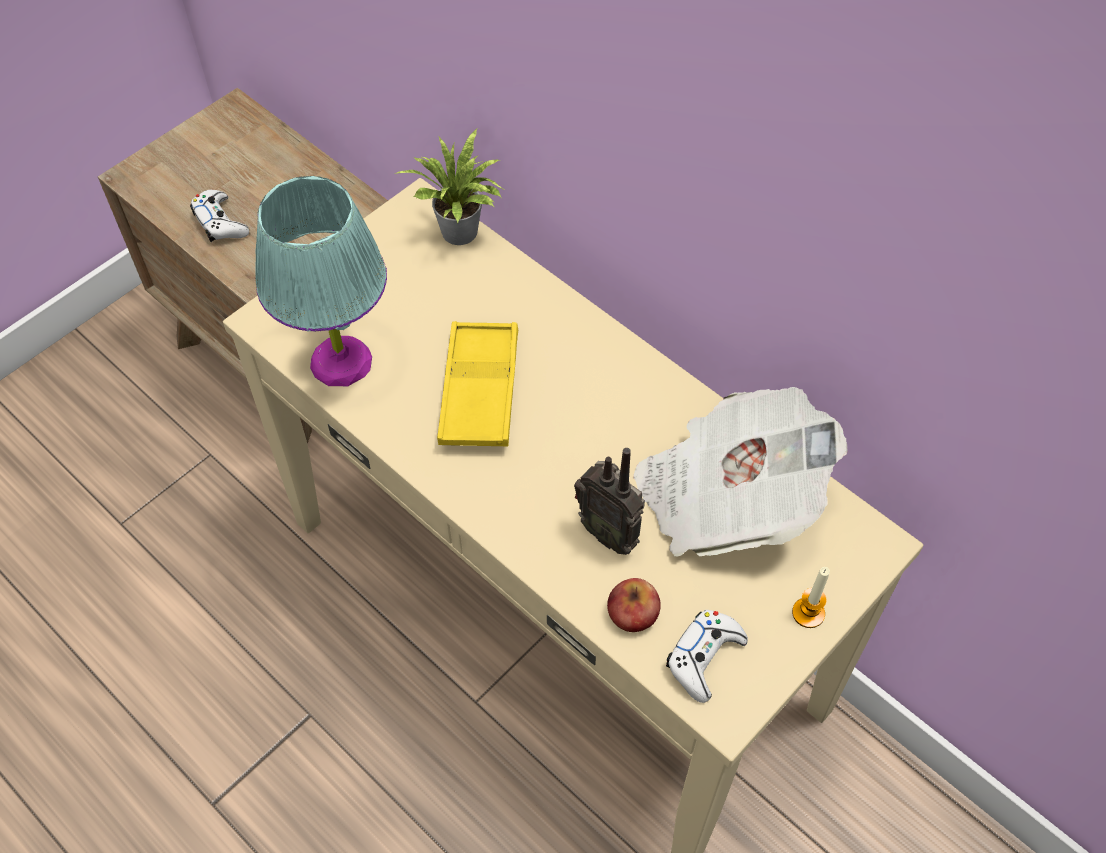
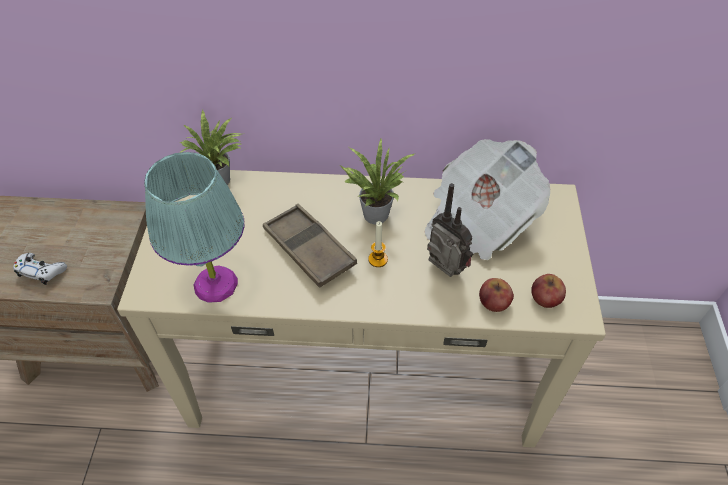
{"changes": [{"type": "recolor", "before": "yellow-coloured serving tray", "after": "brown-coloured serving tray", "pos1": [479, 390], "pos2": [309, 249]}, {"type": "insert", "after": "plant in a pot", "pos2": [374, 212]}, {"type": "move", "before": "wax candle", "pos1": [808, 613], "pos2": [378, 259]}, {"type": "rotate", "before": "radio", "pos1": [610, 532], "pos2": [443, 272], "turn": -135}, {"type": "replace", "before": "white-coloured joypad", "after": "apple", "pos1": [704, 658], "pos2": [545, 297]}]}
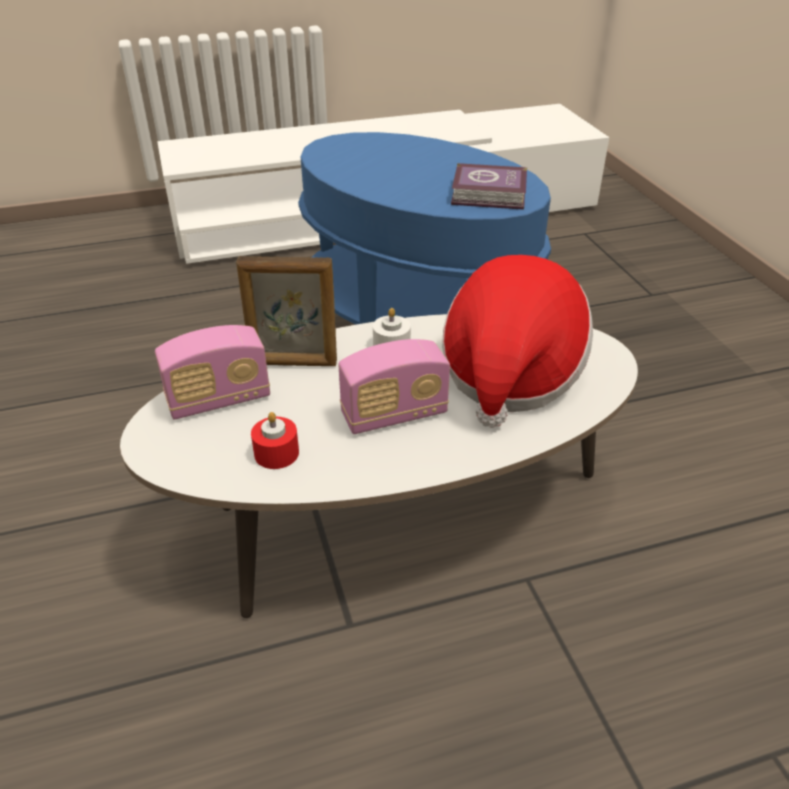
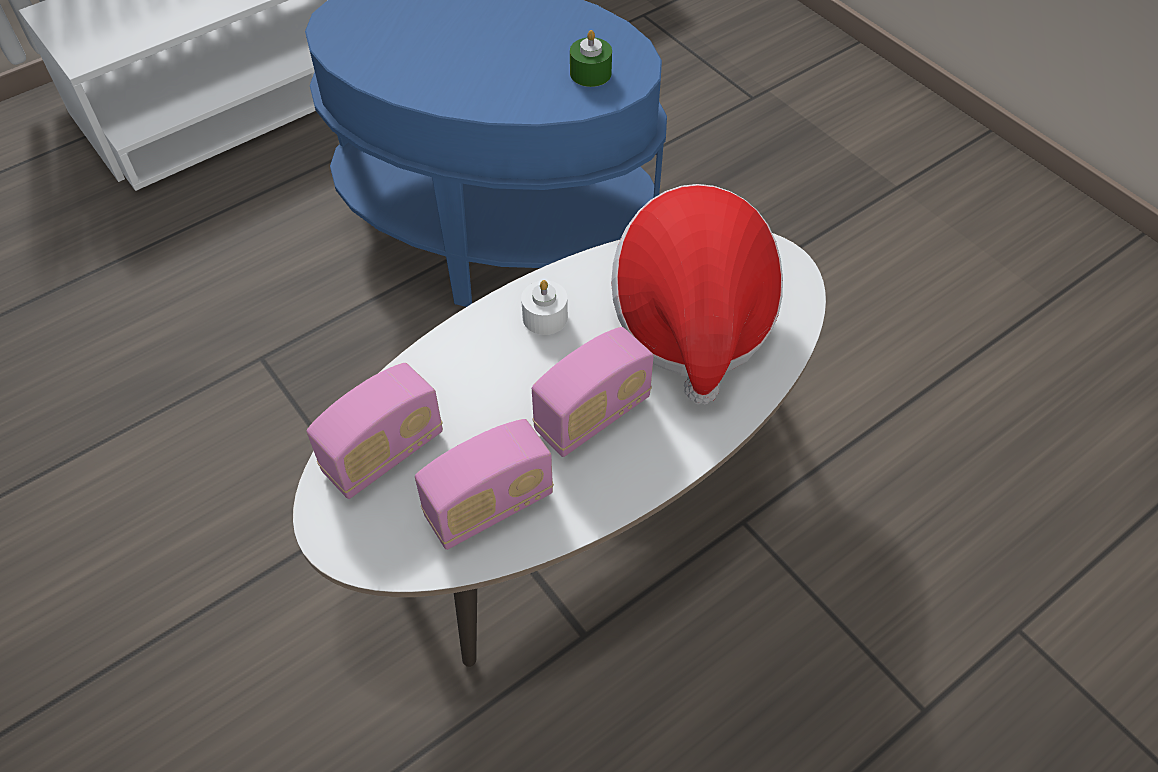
{"changes": [{"type": "replace", "before": "red wax candle", "after": "radio", "pos1": [276, 453], "pos2": [489, 506]}, {"type": "replace", "before": "book", "after": "greenish wax candle", "pos1": [490, 195], "pos2": [590, 73]}, {"type": "delete", "before": "picture frame", "pos1": [294, 363]}]}
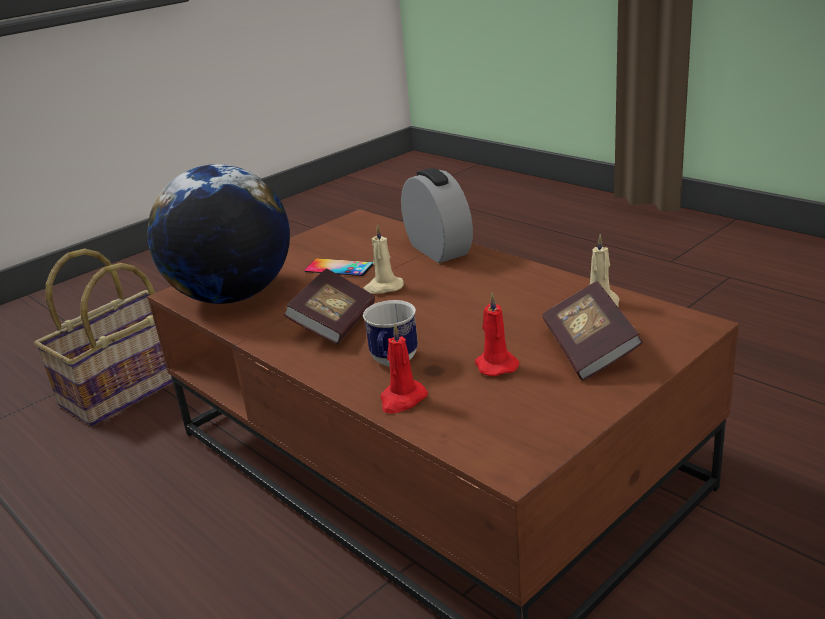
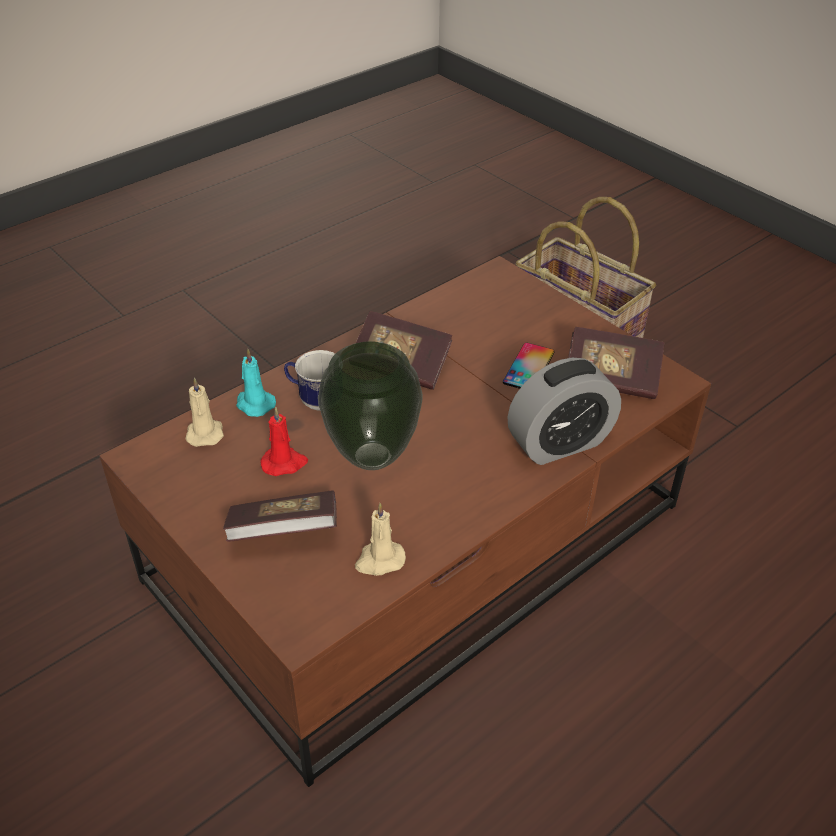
{"changes": [{"type": "move", "before": "sand-coloured wax candle", "pos1": [383, 287], "pos2": [205, 432]}, {"type": "recolor", "before": "red wax candle", "after": "turquoise-coloured wax candle", "pos1": [402, 399], "pos2": [254, 404]}, {"type": "insert", "after": "vase", "pos2": [371, 455]}, {"type": "insert", "after": "book", "pos2": [611, 379]}, {"type": "delete", "before": "world globe", "pos1": [232, 296]}]}
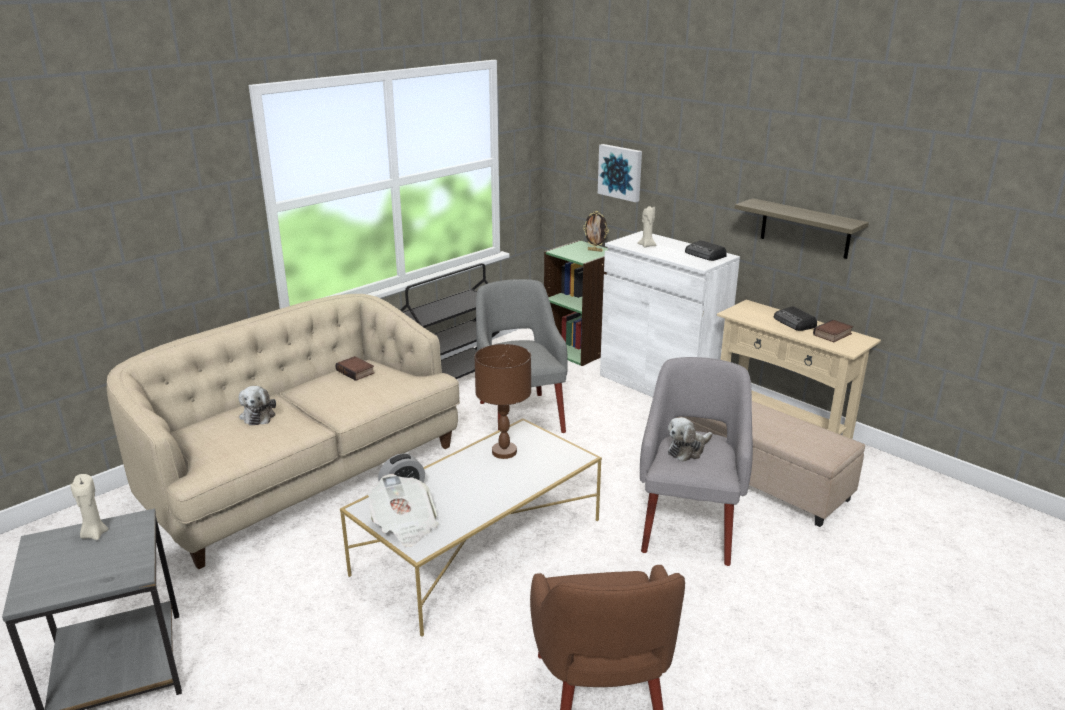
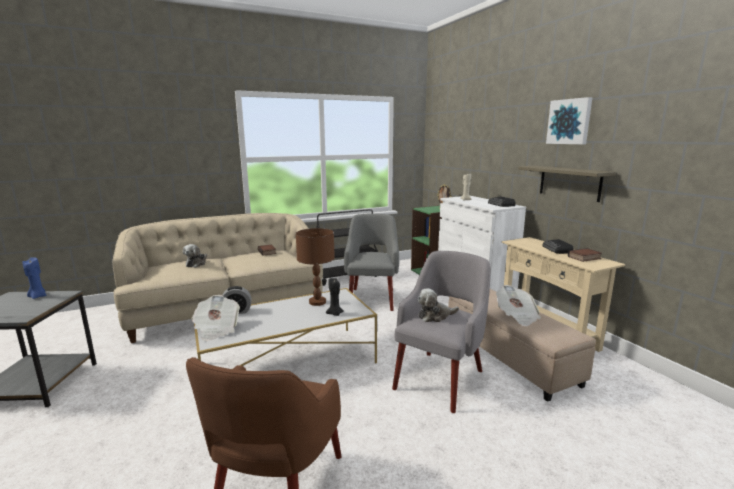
{"changes": [{"type": "recolor", "before": "sand-coloured wax candle", "after": "bluish wax candle", "pos1": [94, 534], "pos2": [37, 296]}, {"type": "insert", "after": "black-coloured wax candle", "pos2": [335, 314]}, {"type": "insert", "after": "newspaper", "pos2": [517, 316]}, {"type": "move", "before": "wall art", "pos1": [621, 172], "pos2": [569, 121]}]}
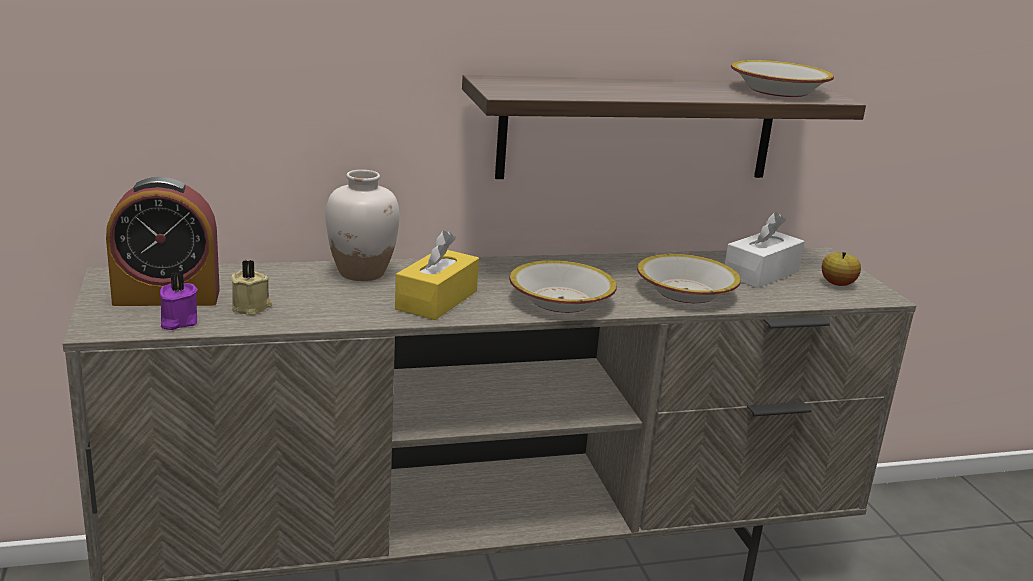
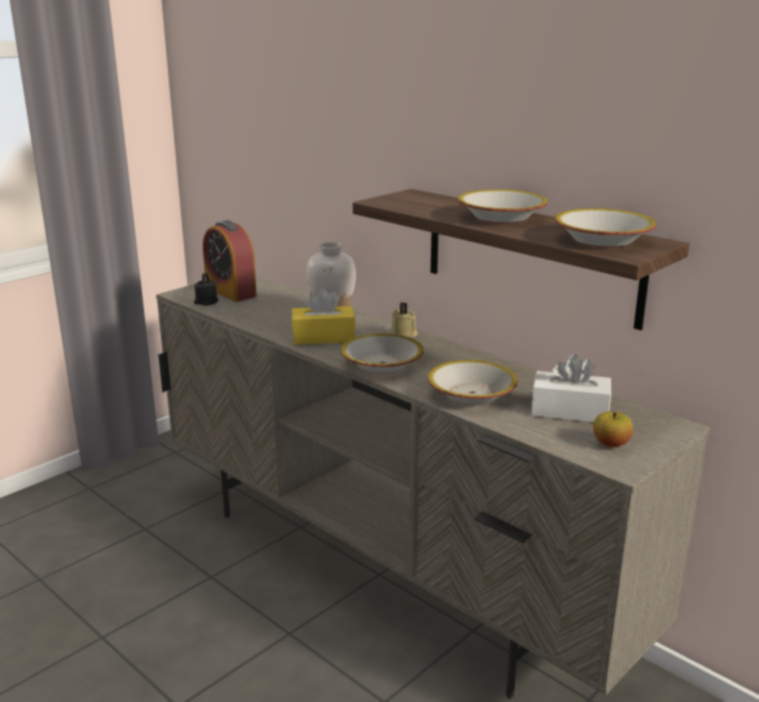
{"changes": [{"type": "recolor", "before": "purplish wax candle", "after": "black-coloured wax candle", "pos1": [177, 322], "pos2": [206, 302]}, {"type": "move", "before": "sand-coloured wax candle", "pos1": [252, 307], "pos2": [404, 334]}, {"type": "insert", "after": "bowl", "pos2": [500, 217]}]}
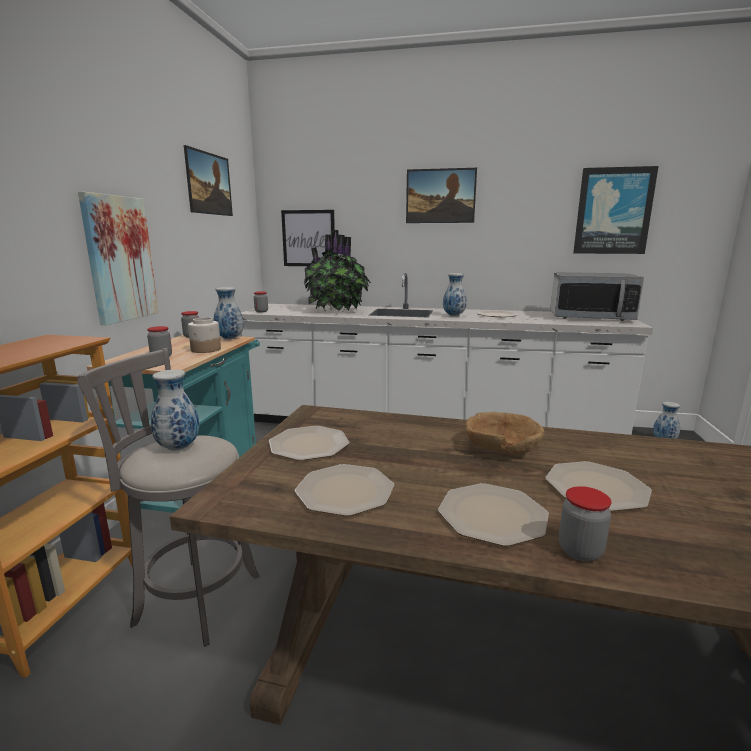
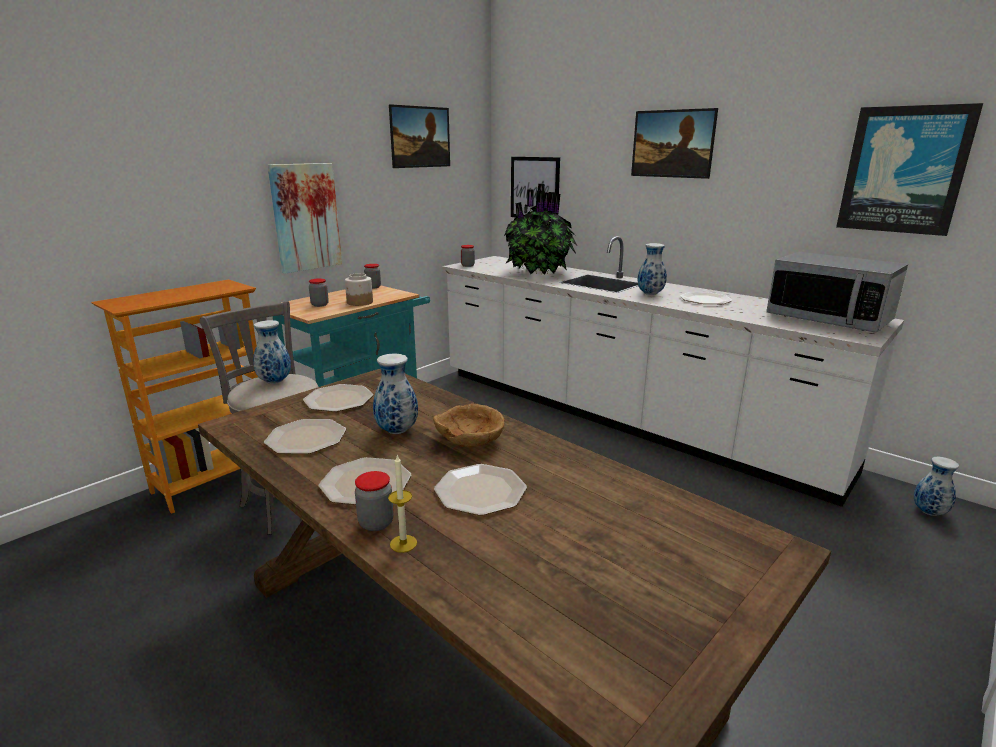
{"changes": [{"type": "move", "before": "vase", "pos1": [229, 339], "pos2": [396, 431]}, {"type": "insert", "after": "wax candle", "pos2": [403, 543]}]}
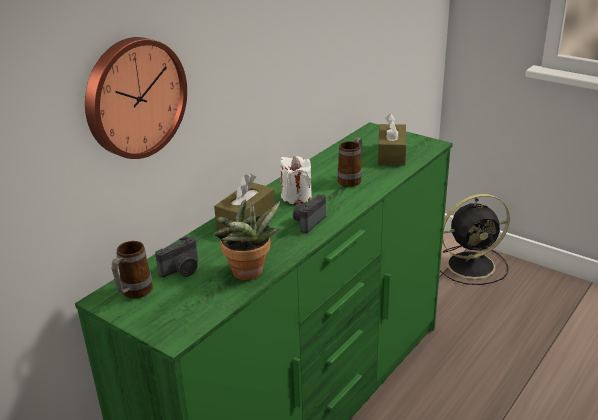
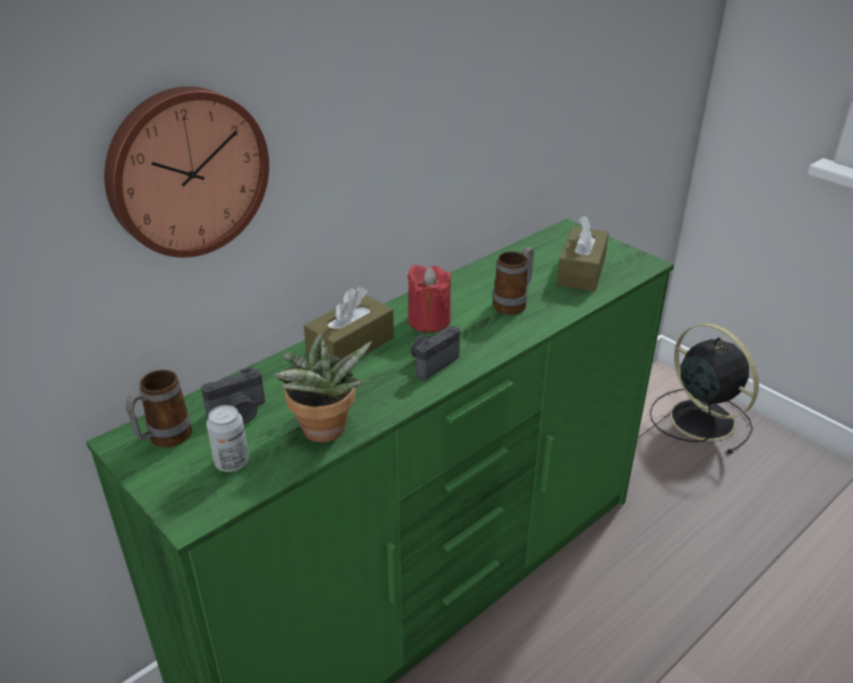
{"changes": [{"type": "insert", "after": "metal can", "pos2": [232, 463]}, {"type": "recolor", "before": "white-coloured wax candle", "after": "red wax candle", "pos1": [296, 197], "pos2": [429, 321]}, {"type": "rotate", "before": "black-coloured cooling fan", "pos1": [473, 265], "pos2": [699, 418], "turn": -120}]}
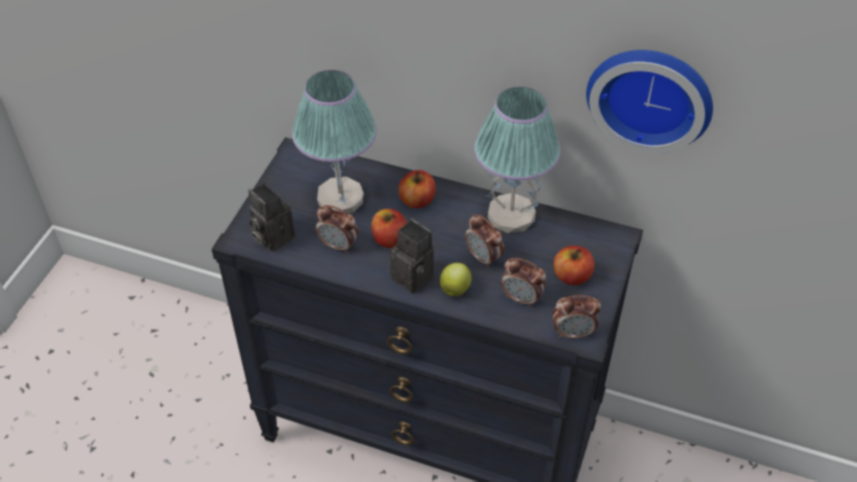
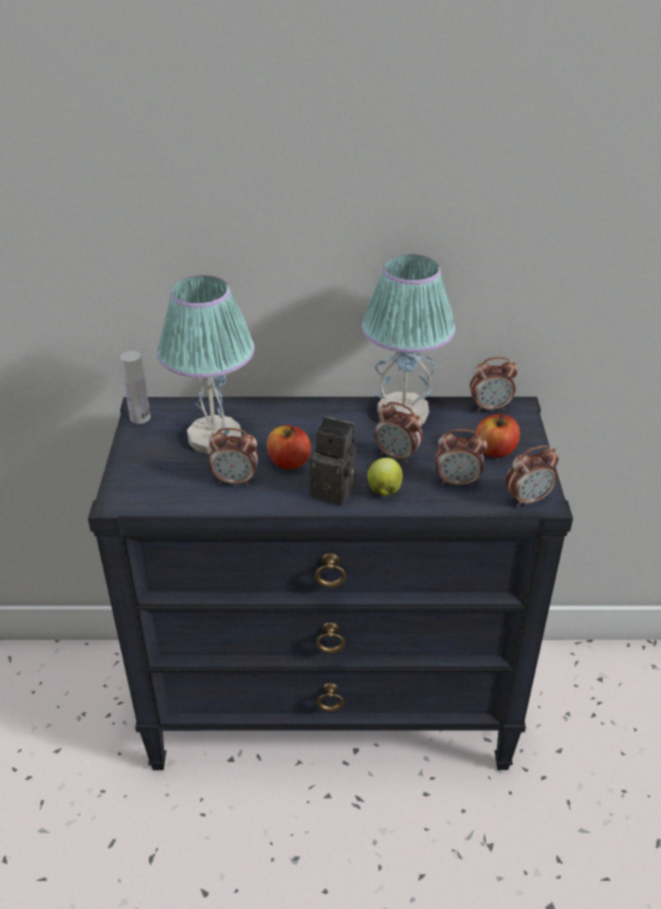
{"changes": [{"type": "insert", "after": "white-coloured beverage bottle", "pos2": [140, 417]}, {"type": "insert", "after": "table clock", "pos2": [490, 407]}, {"type": "delete", "before": "photo camera", "pos1": [271, 237]}, {"type": "delete", "before": "apple", "pos1": [417, 200]}, {"type": "delete", "before": "wall clock", "pos1": [651, 95]}]}
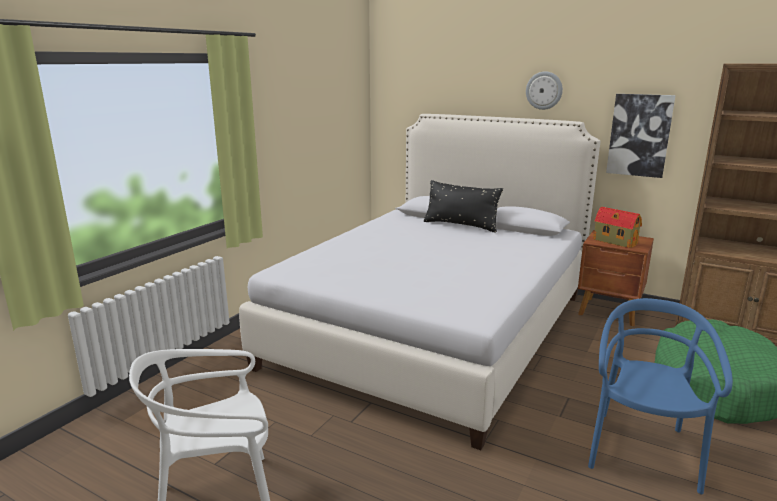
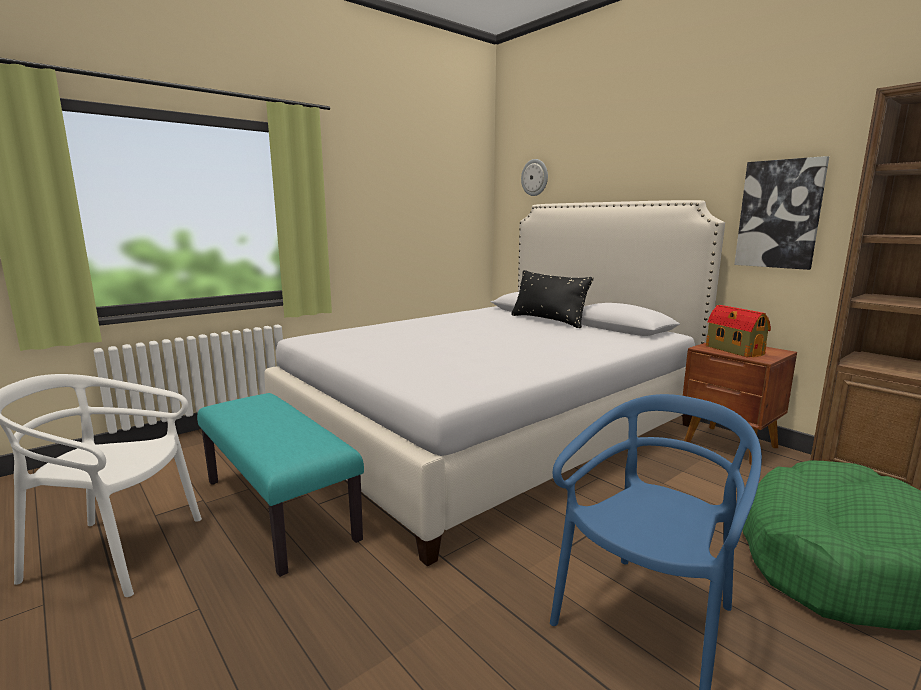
{"changes": [{"type": "insert", "after": "turquoise-coloured bench", "pos2": [280, 509]}, {"type": "move", "before": "wall clock", "pos1": [544, 90], "pos2": [535, 177]}]}
